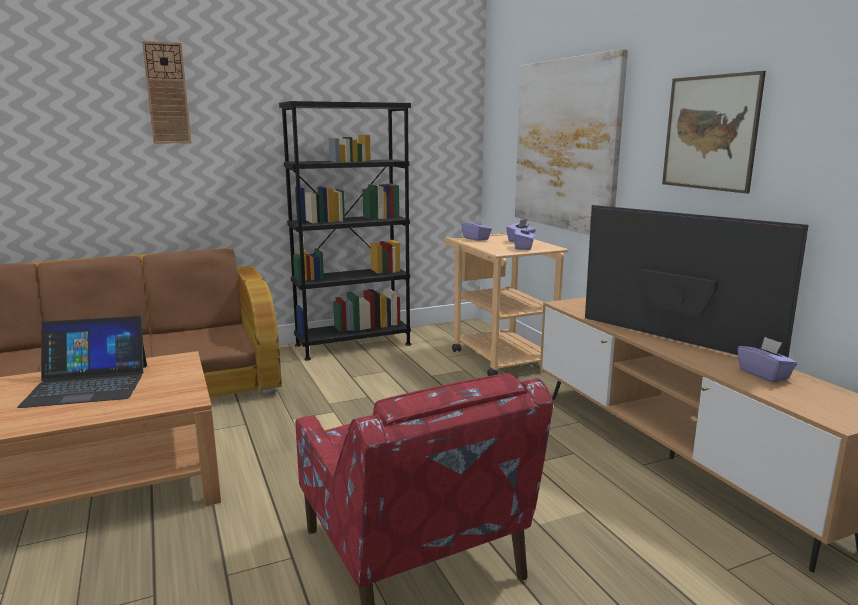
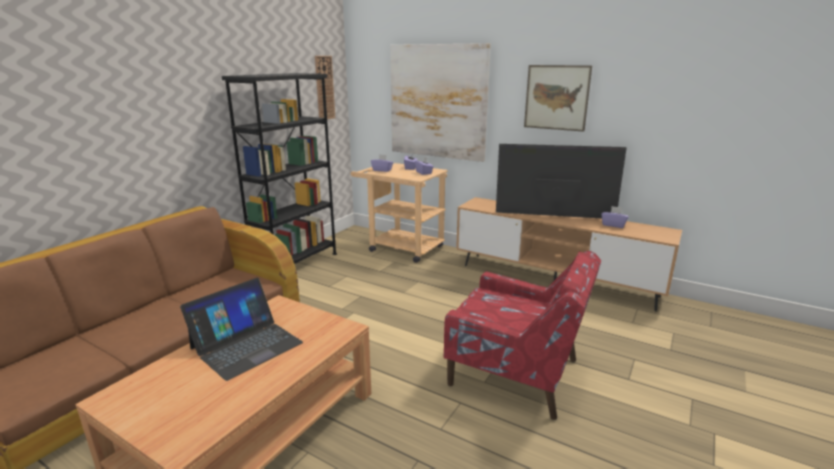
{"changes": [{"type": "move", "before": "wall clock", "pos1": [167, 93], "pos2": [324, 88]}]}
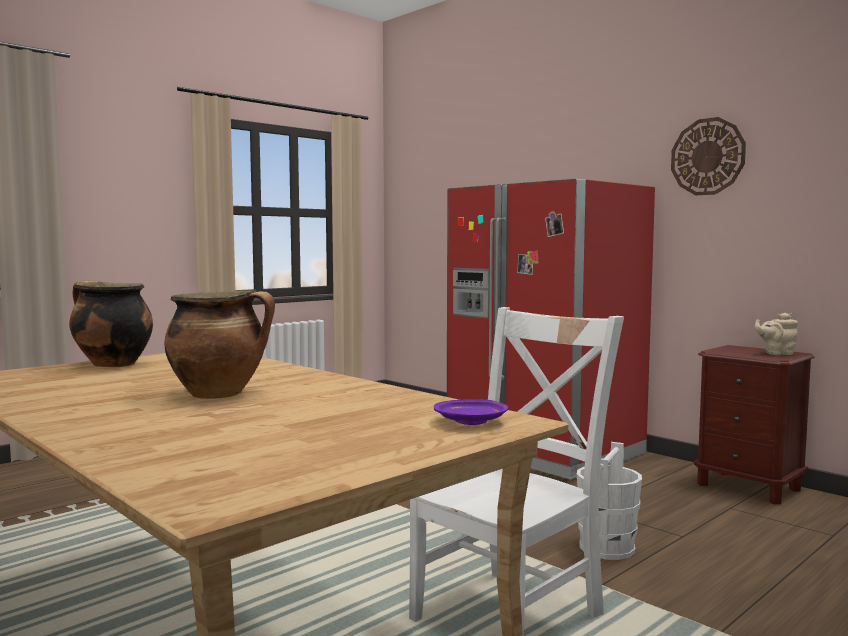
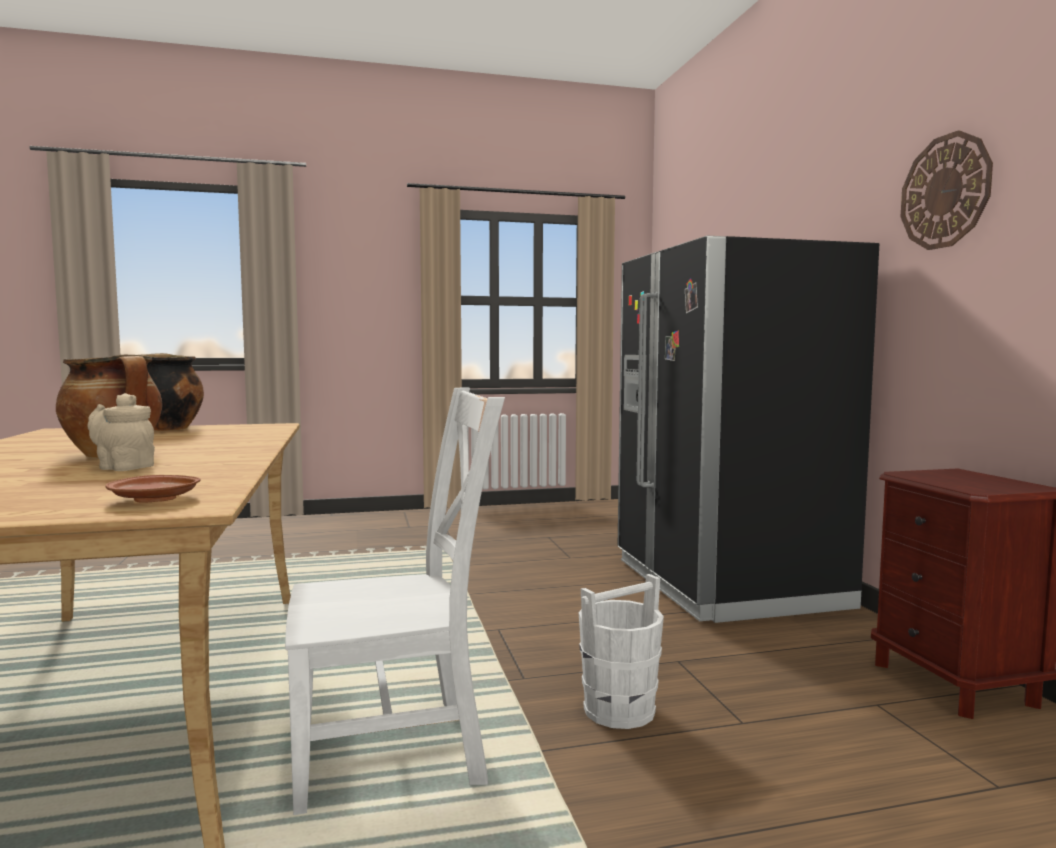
{"changes": [{"type": "move", "before": "sand-coloured pot for tea", "pos1": [776, 353], "pos2": [123, 467]}, {"type": "recolor", "before": "purplish flat dish", "after": "brown-coloured flat dish", "pos1": [472, 422], "pos2": [155, 500]}, {"type": "recolor", "before": "red fridge", "after": "black-coloured fridge", "pos1": [544, 450], "pos2": [726, 584]}]}
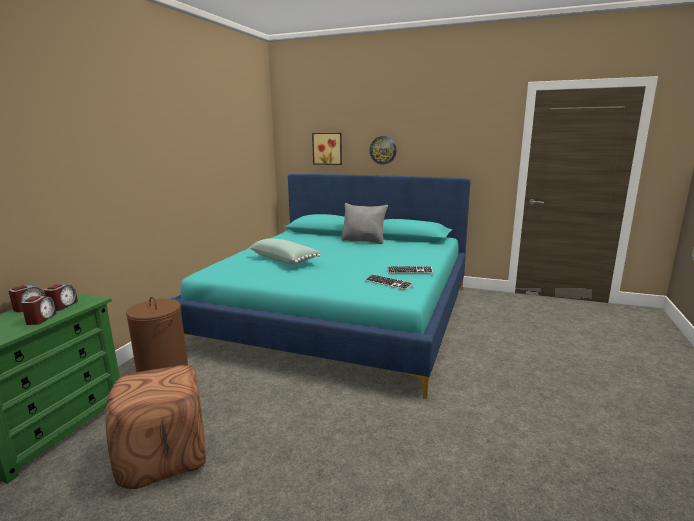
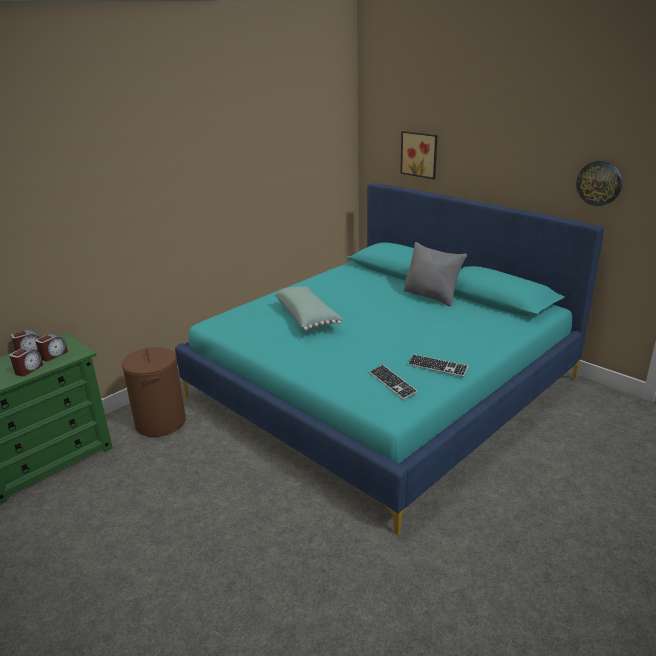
{"changes": [{"type": "move", "before": "wall clock", "pos1": [383, 150], "pos2": [599, 183]}, {"type": "delete", "before": "brown-coloured ottoman", "pos1": [164, 457]}]}
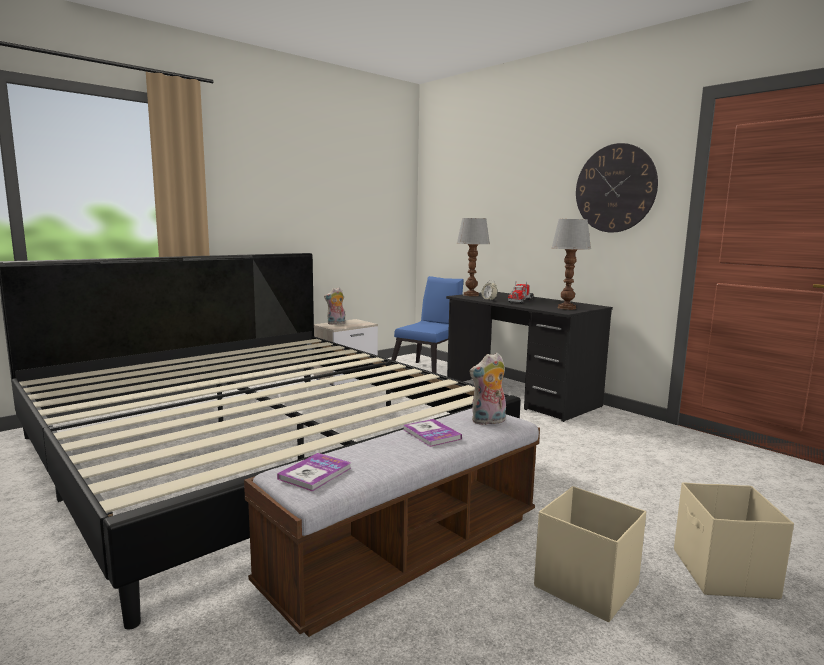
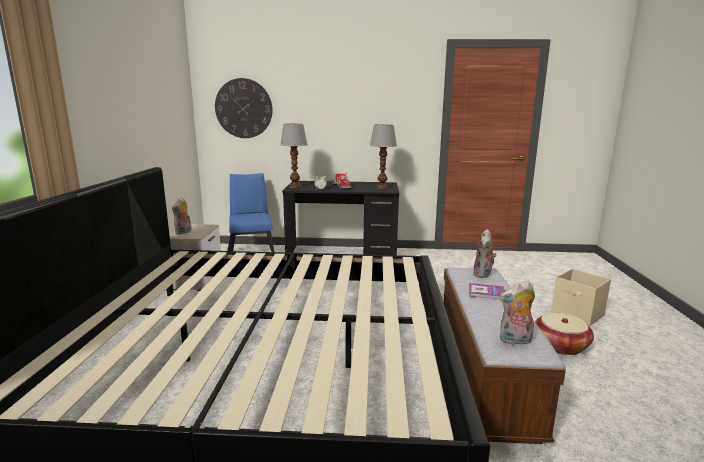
{"changes": [{"type": "move", "before": "wall clock", "pos1": [615, 188], "pos2": [243, 108]}, {"type": "replace", "before": "book", "after": "soft toy", "pos1": [315, 473], "pos2": [515, 340]}, {"type": "replace", "before": "sand-coloured storage bin", "after": "household basket", "pos1": [585, 585], "pos2": [560, 345]}]}
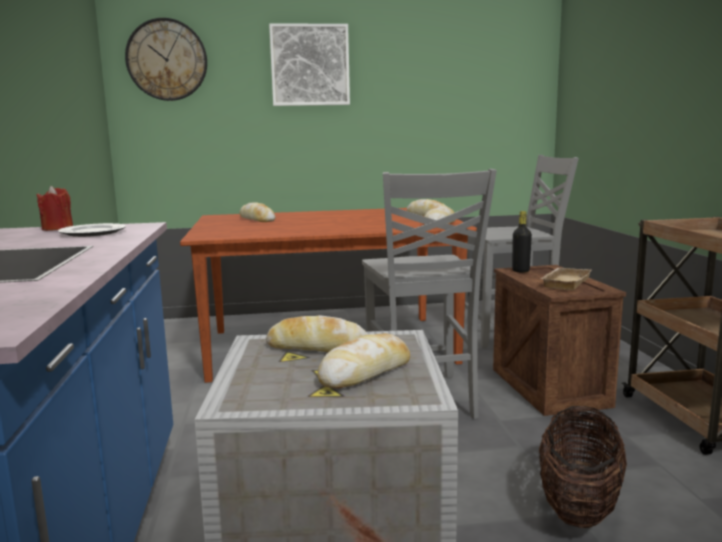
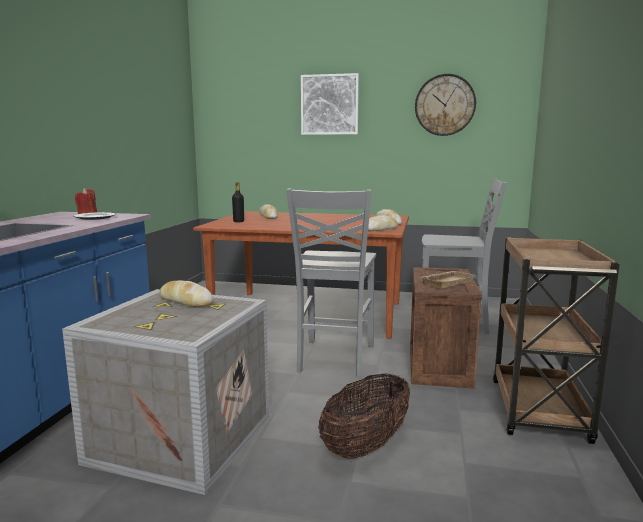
{"changes": [{"type": "move", "before": "black-coloured beverage bottle", "pos1": [520, 271], "pos2": [238, 221]}, {"type": "move", "before": "wall clock", "pos1": [167, 60], "pos2": [445, 105]}, {"type": "delete", "before": "bakery bread", "pos1": [366, 372]}]}
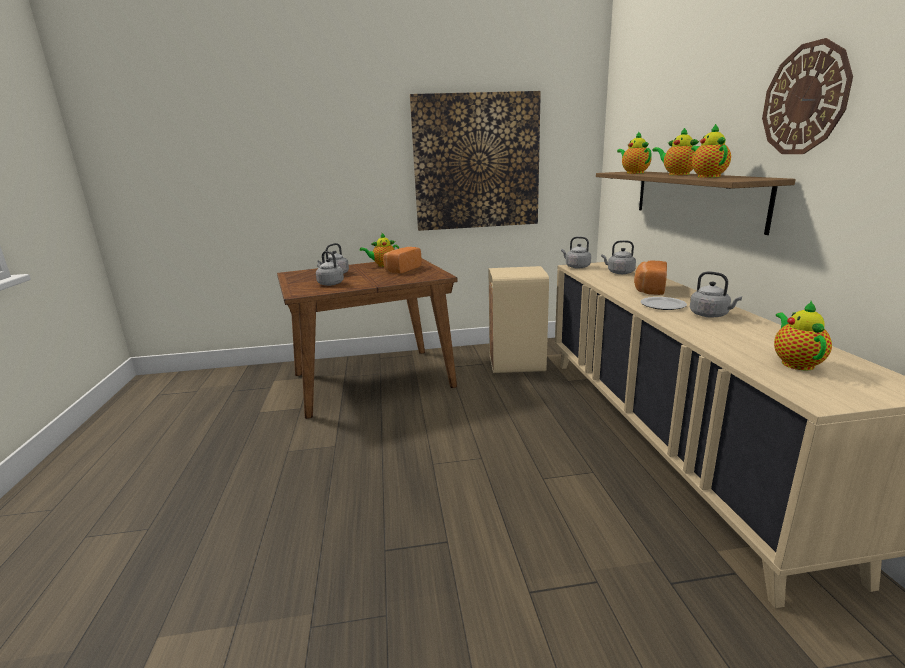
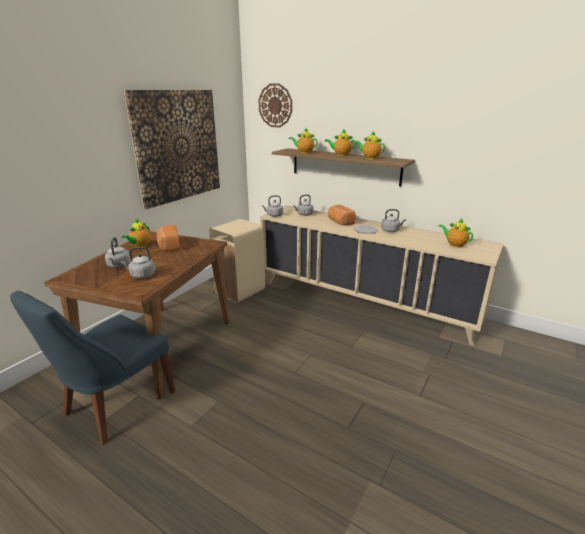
{"changes": [{"type": "insert", "after": "bluish plain chair", "pos2": [116, 405]}, {"type": "move", "before": "wall clock", "pos1": [805, 99], "pos2": [275, 105]}]}
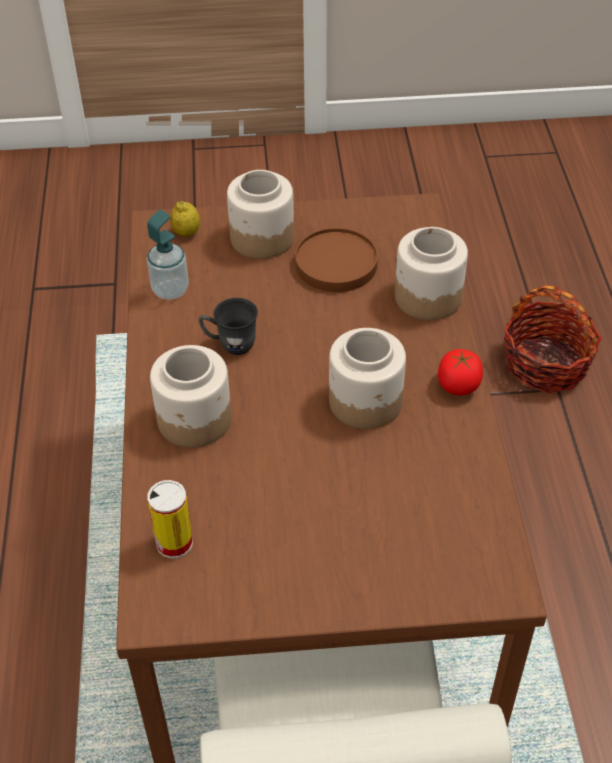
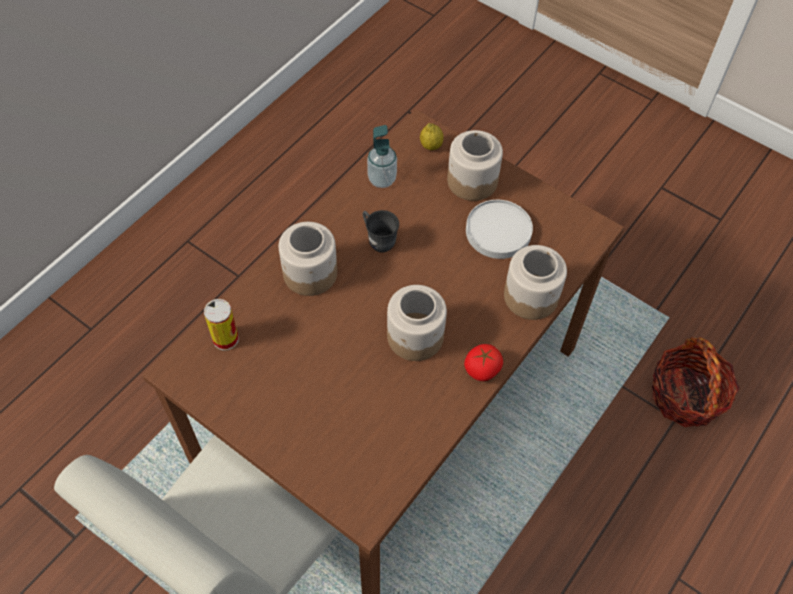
{"changes": [{"type": "recolor", "before": "brown-coloured flat dish", "after": "white-coloured flat dish", "pos1": [337, 264], "pos2": [499, 232]}]}
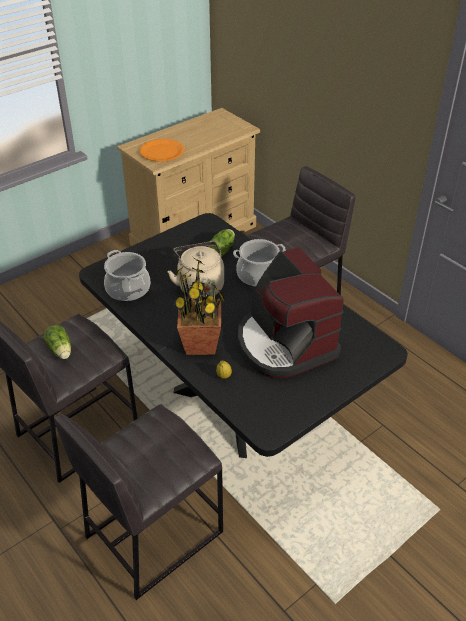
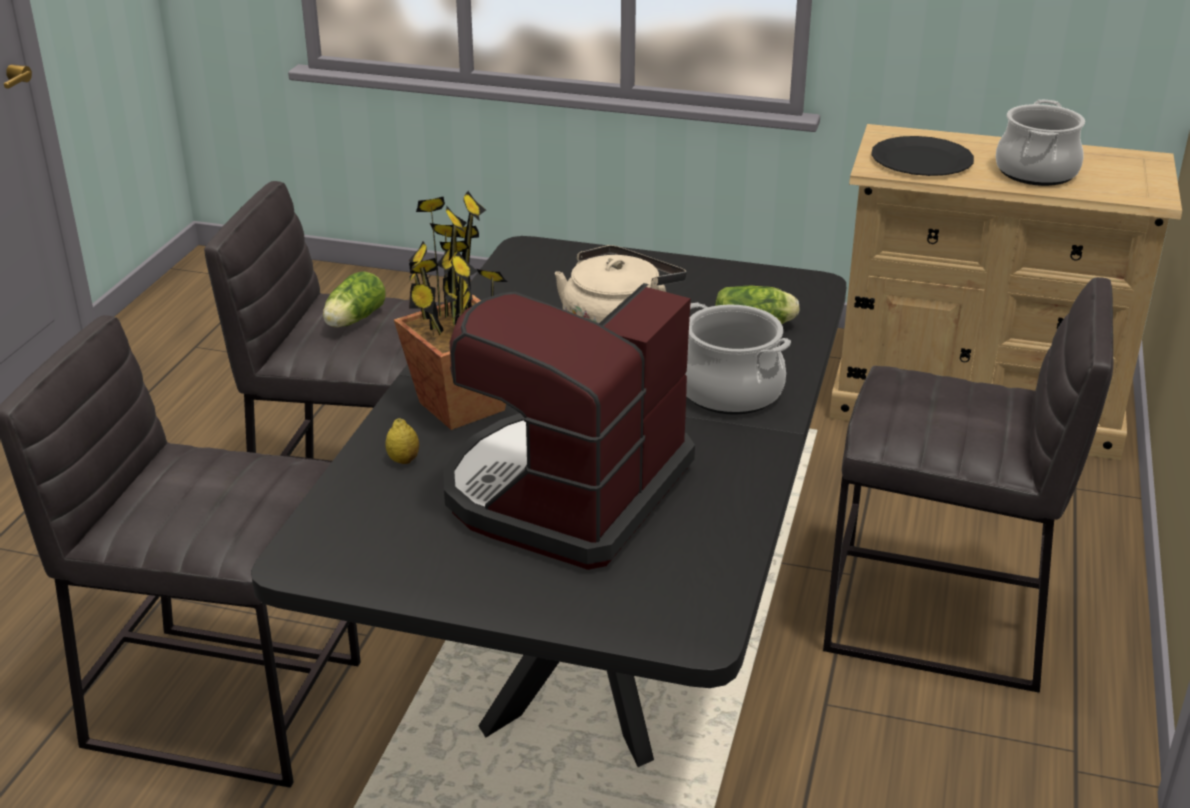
{"changes": [{"type": "recolor", "before": "orange-coloured flat dish", "after": "black-coloured flat dish", "pos1": [161, 151], "pos2": [921, 160]}, {"type": "move", "before": "cooking pot", "pos1": [128, 289], "pos2": [1036, 172]}]}
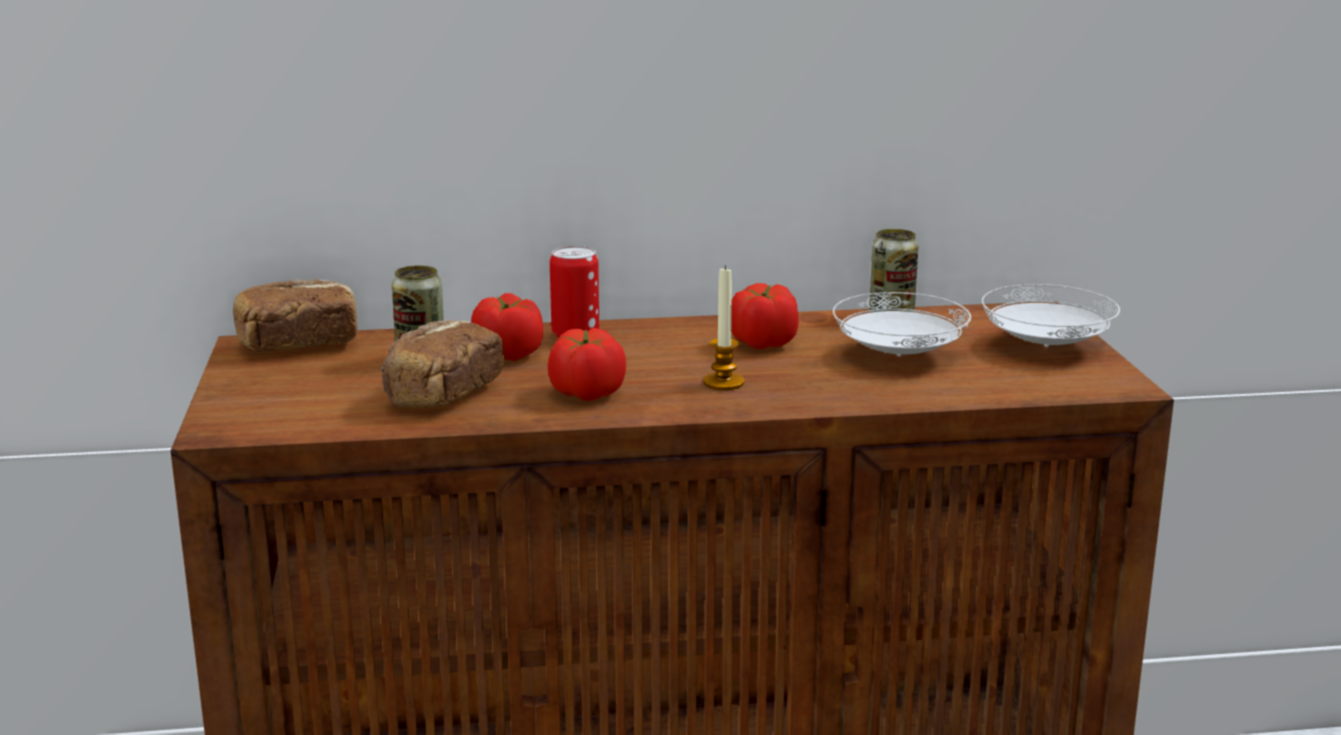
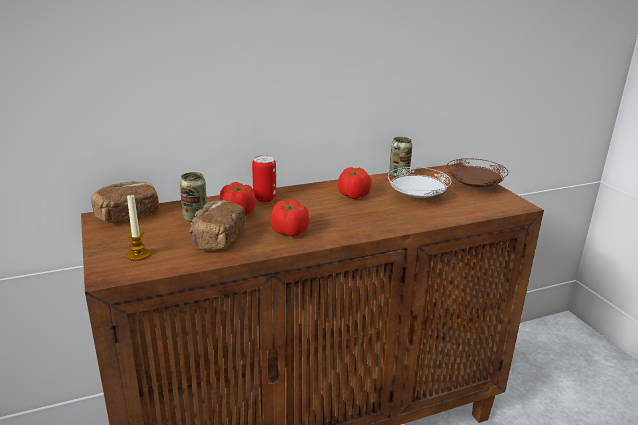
{"changes": [{"type": "move", "before": "wax candle", "pos1": [723, 383], "pos2": [138, 255]}, {"type": "recolor", "before": "white-coloured flat dish", "after": "brown-coloured flat dish", "pos1": [1046, 347], "pos2": [474, 187]}]}
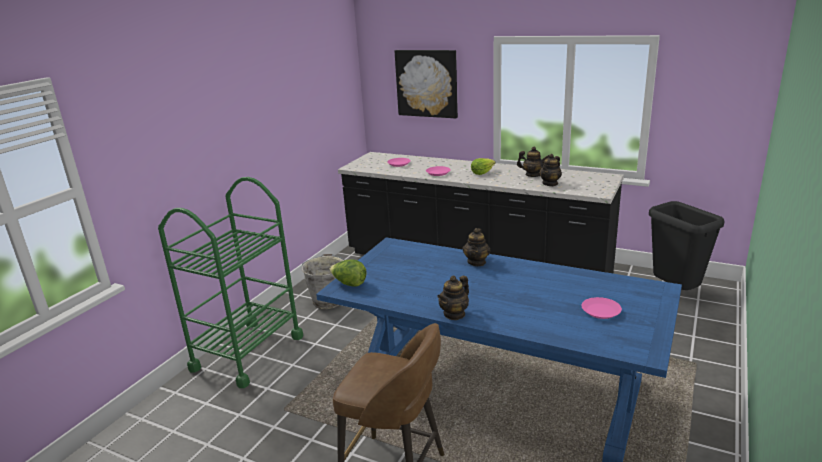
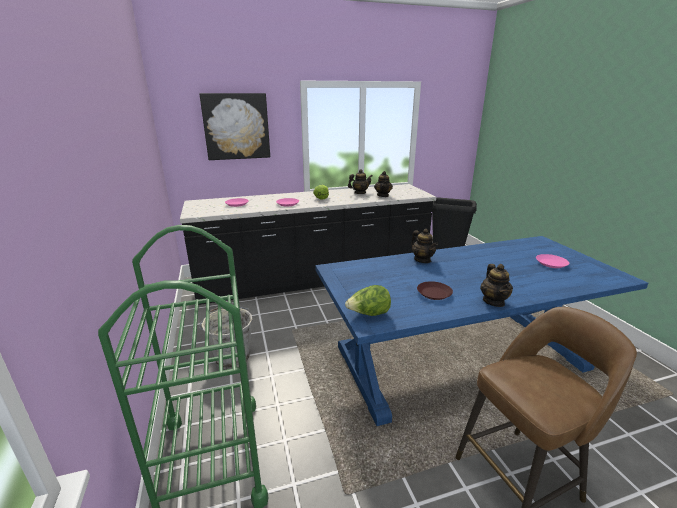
{"changes": [{"type": "insert", "after": "brown-coloured flat dish", "pos2": [434, 293]}]}
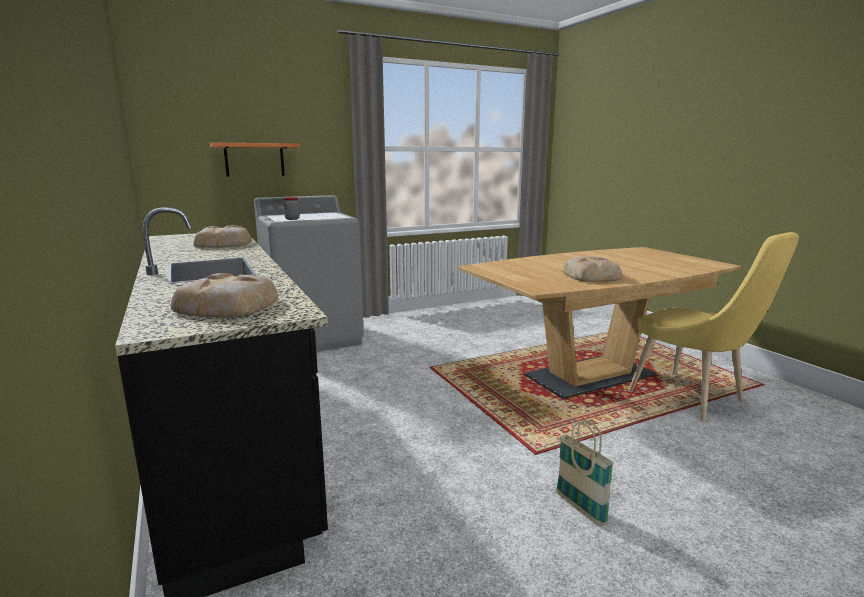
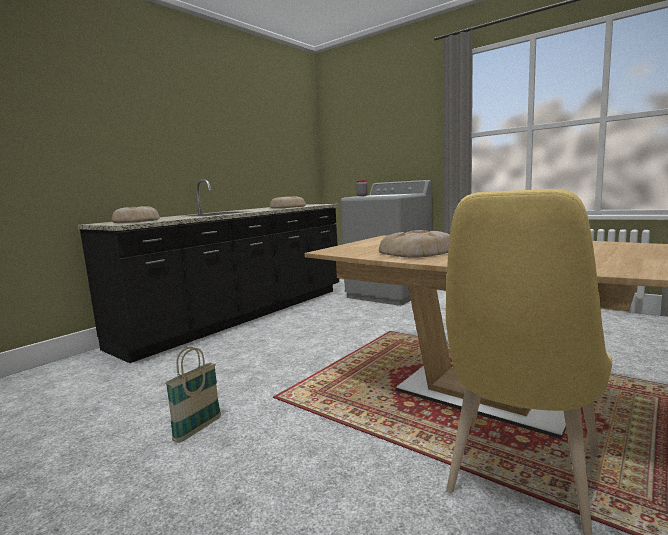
{"changes": [{"type": "delete", "before": "orange-coloured bracket shelf", "pos1": [254, 159]}]}
